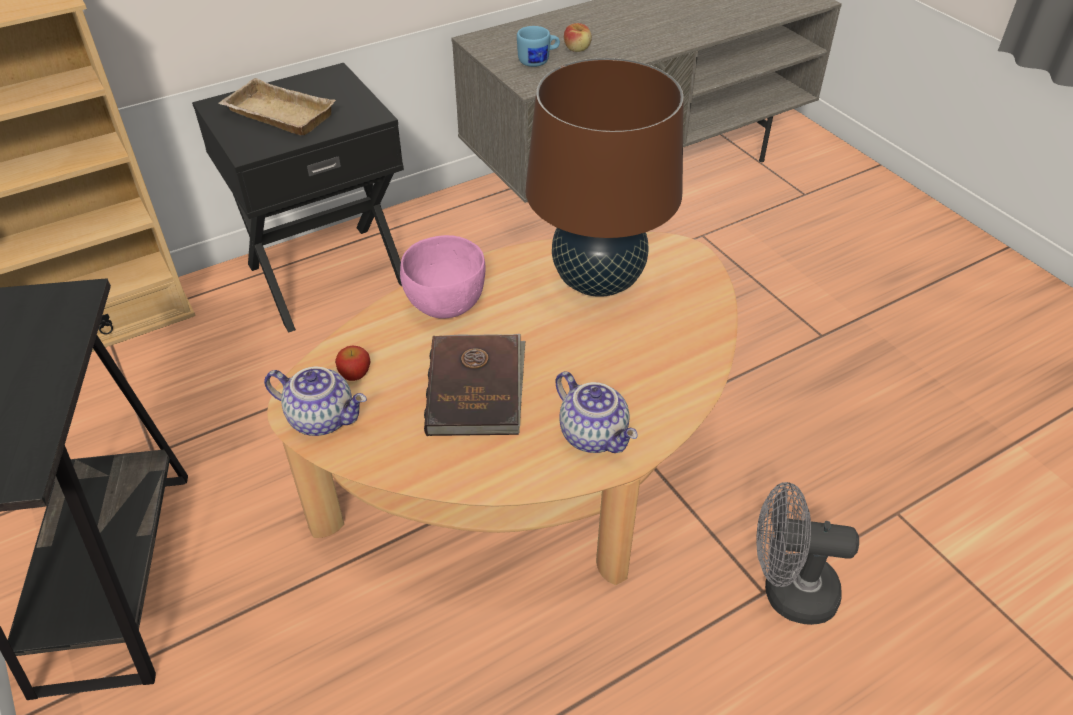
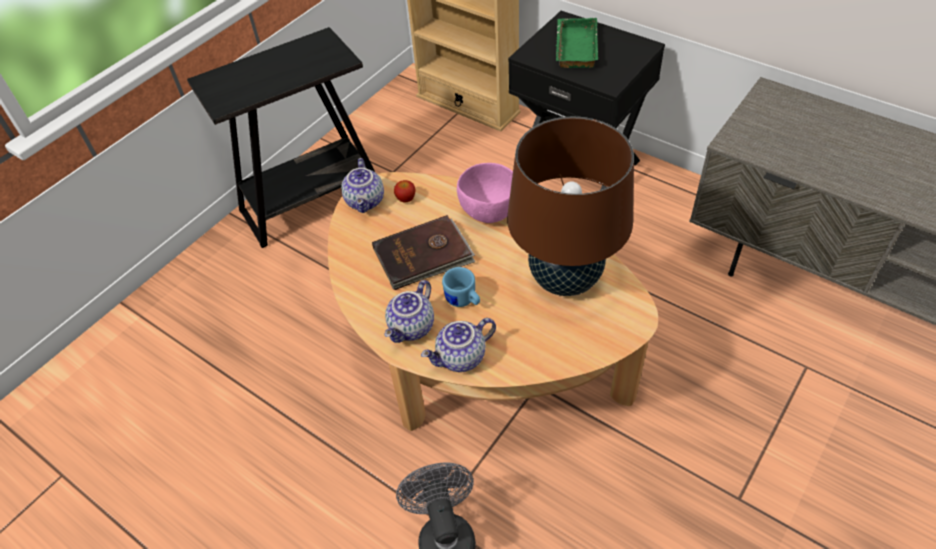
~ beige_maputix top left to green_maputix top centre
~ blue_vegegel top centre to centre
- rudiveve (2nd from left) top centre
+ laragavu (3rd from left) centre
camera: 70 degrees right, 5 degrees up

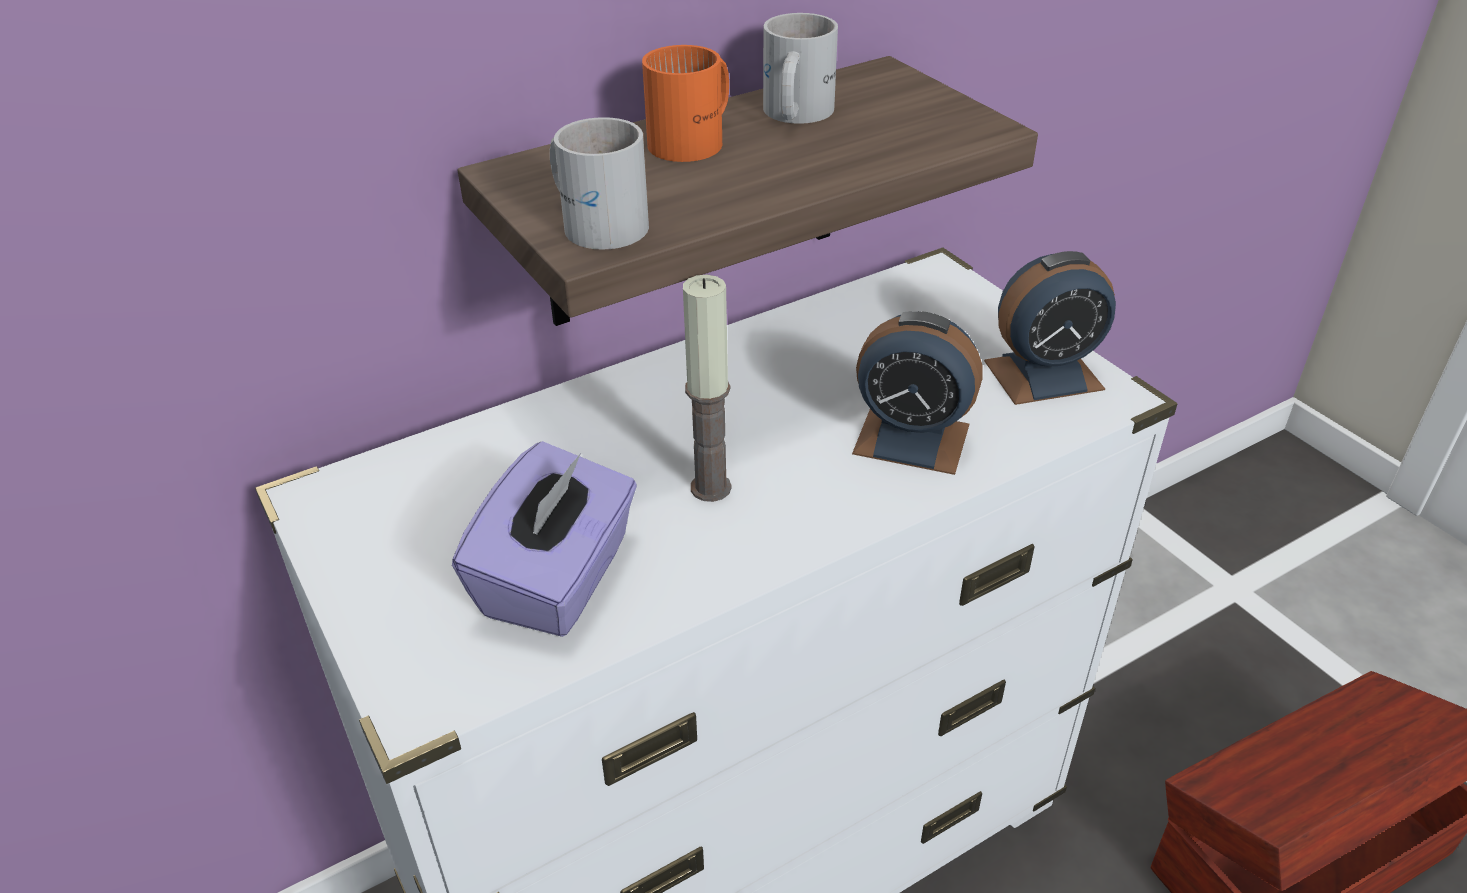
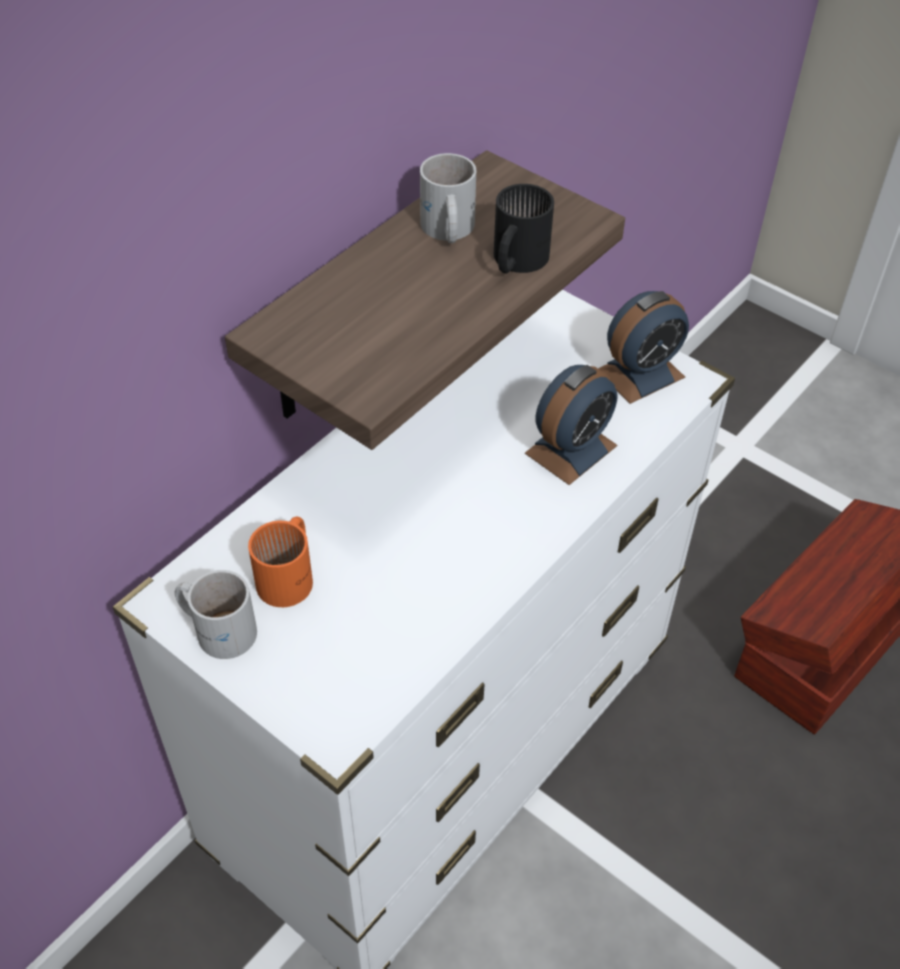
- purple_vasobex centre
~ white_vegegel (1st from left) top centre to middle left
~ orange_vegegel top centre to middle left
- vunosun centre
~ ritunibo (1st from left) centre = centre 45 degrees counterclockwise
+ black_vegegel top centre
camera: 20 degrees left, 10 degrees up

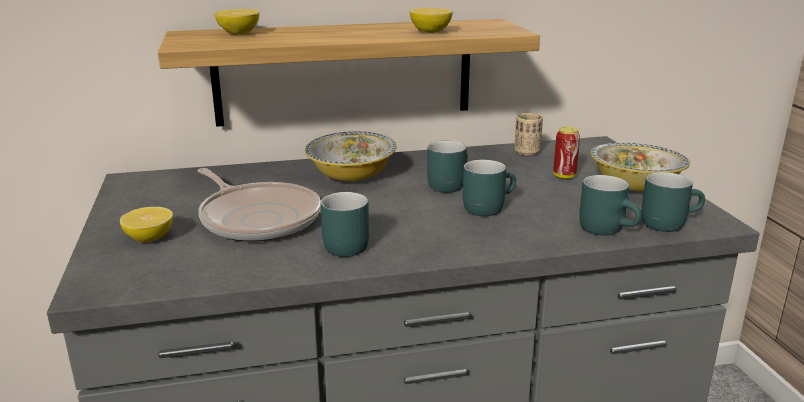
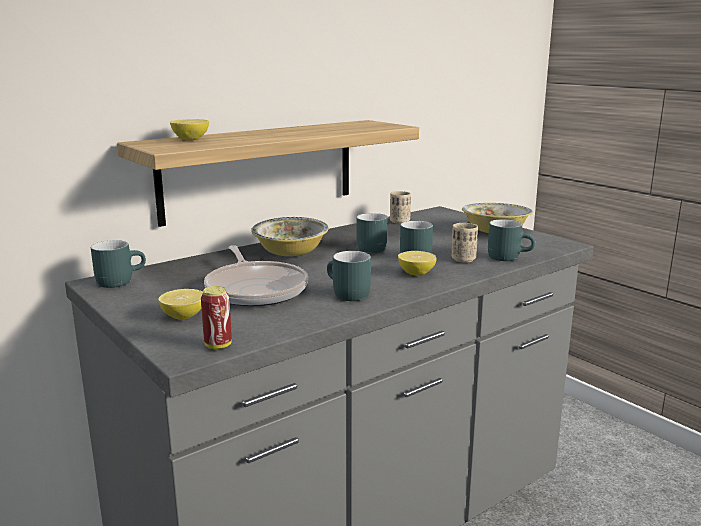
~ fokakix middle left = centre 45 degrees clockwise
~ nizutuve (3rd from left) top centre to centre
~ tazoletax middle right to middle left
~ turquoise_vegegel (5th from left in the first image) middle right to turquoise_vegegel (1st from left) middle left
+ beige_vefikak (2nd from left) centre
camera: 25 degrees left, 5 degrees down

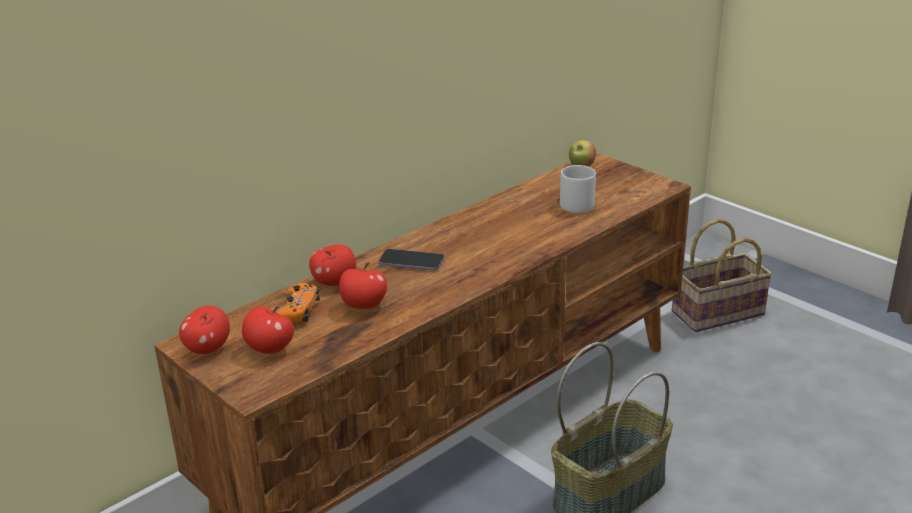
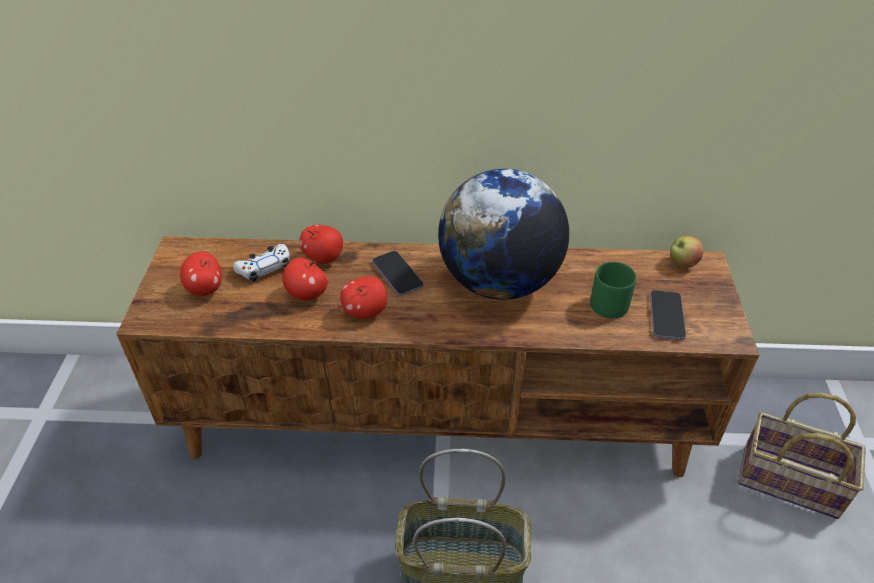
~ rudiveve (1st from left in the first image) middle left to rudiveve (4th from left) centre
~ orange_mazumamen middle left to white_mazumamen middle left
~ grey_vegegel centre to green_vegegel middle right
+ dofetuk centre
+ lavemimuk (2nd from left) middle right
camera: 45 degrees right, 15 degrees up

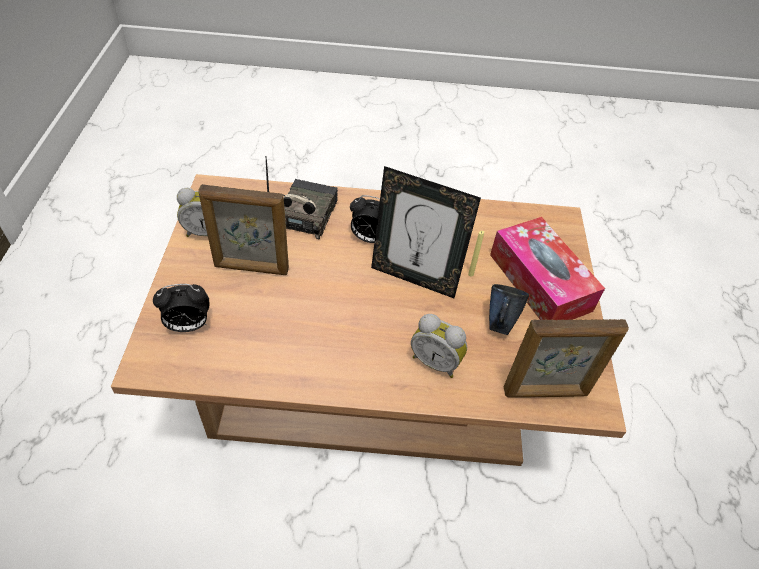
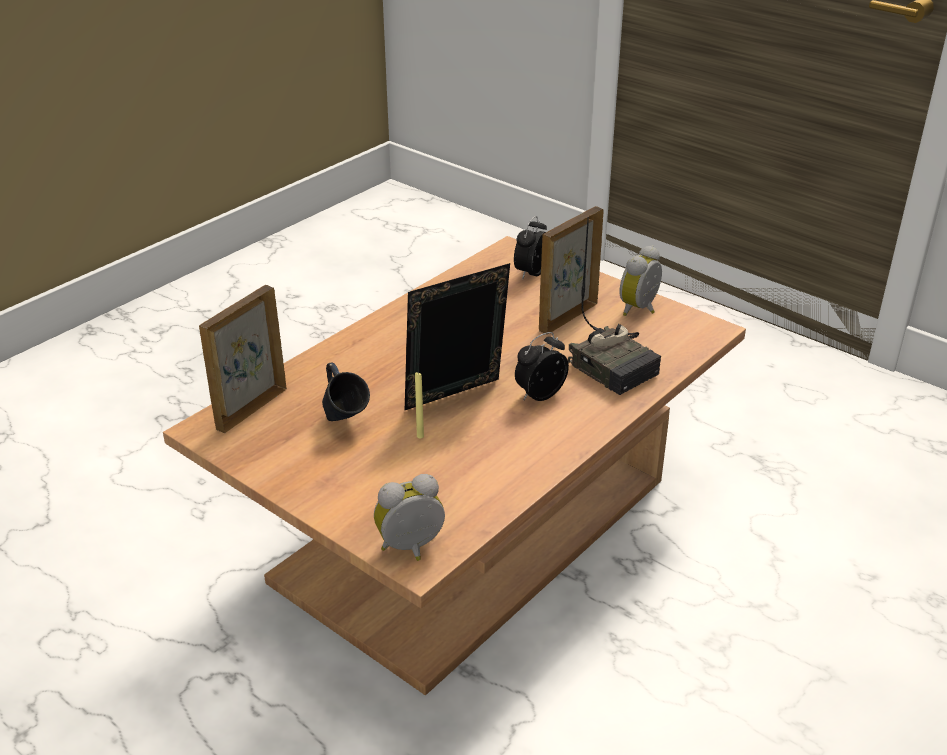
~ ritunibo (4th from left in the first image) centre to ritunibo (1st from left) bottom centre
- vasobex middle right
camera: 130 degrees right, 15 degrees down

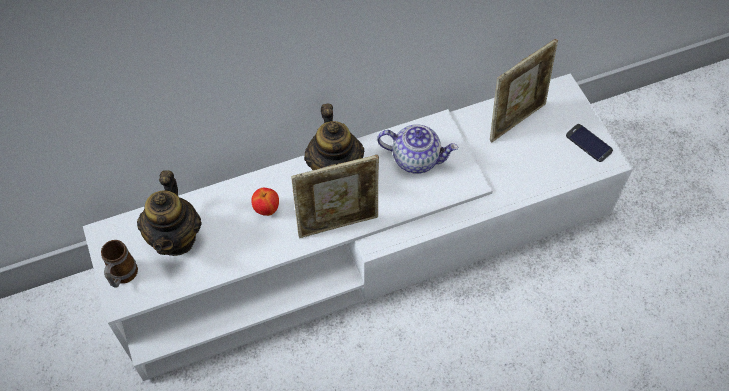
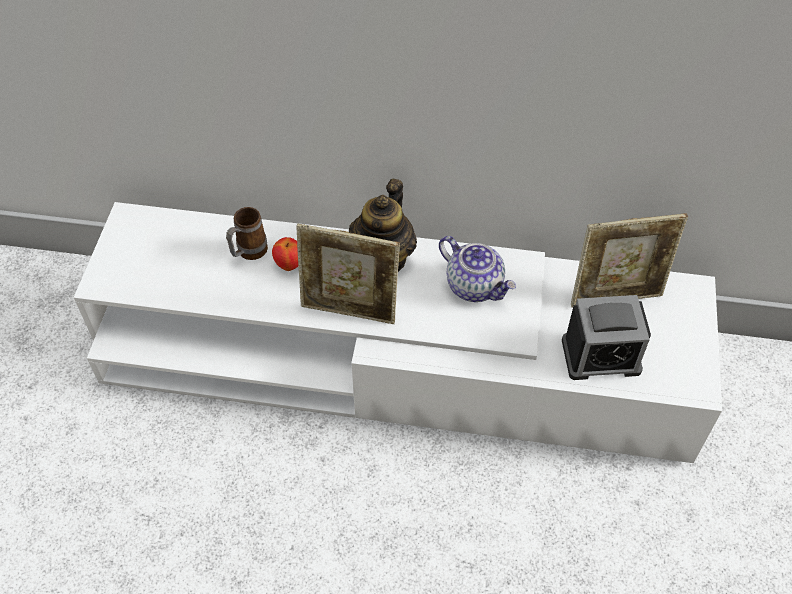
~ vegegel bottom left to middle left
- laragavu (1st from left) middle left
- lavemimuk middle right
+ ritunibo middle right
camera: 30 degrees right, 5 degrees down

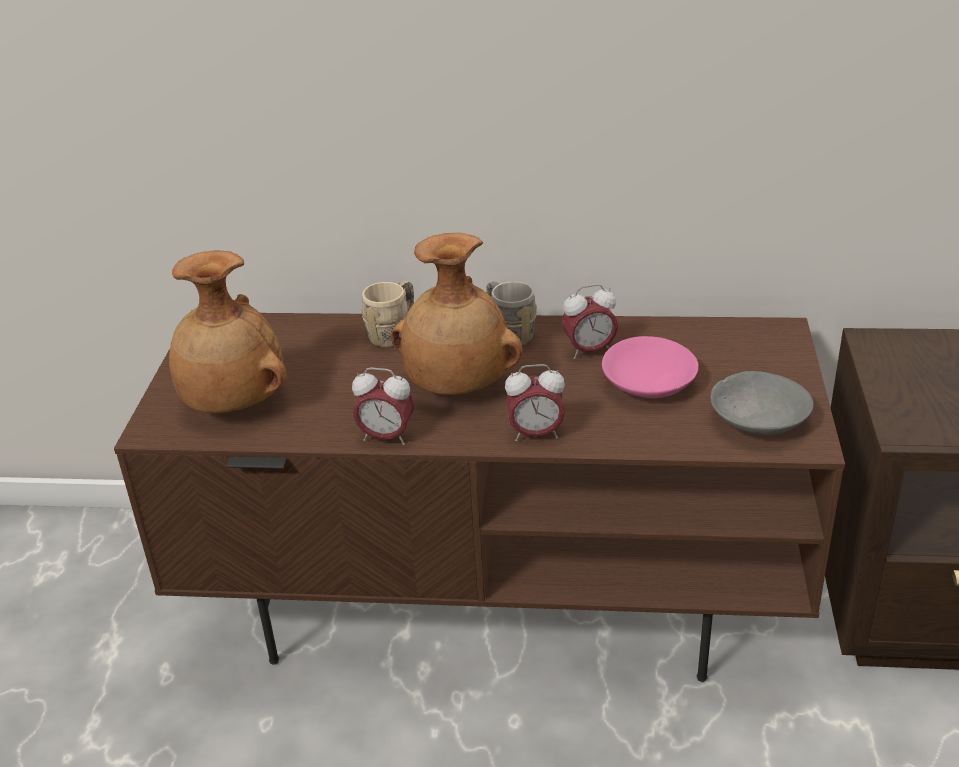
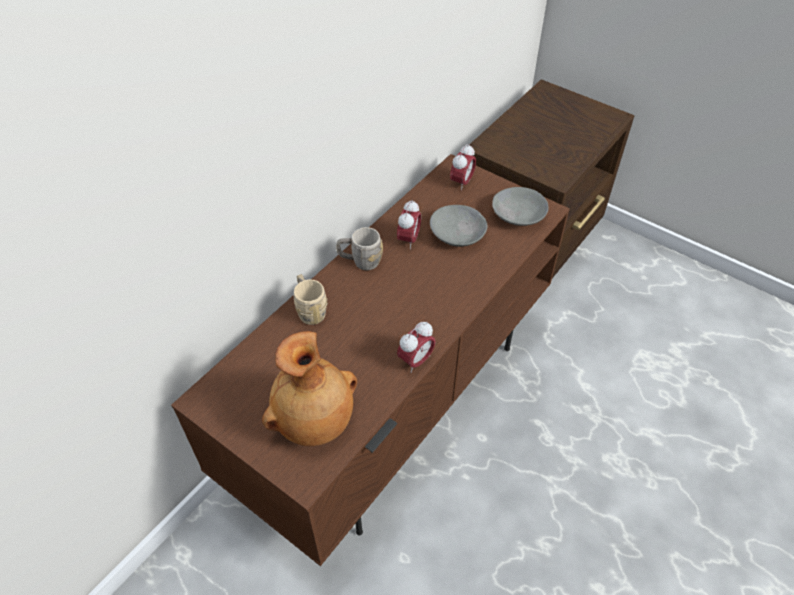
- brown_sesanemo (2nd from left) centre
~ ritunibo (2nd from left in the first image) centre to ritunibo (3rd from left) top centre
~ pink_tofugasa middle right to grey_tofugasa (1st from left) centre
camera: 60 degrees left, 15 degrees up

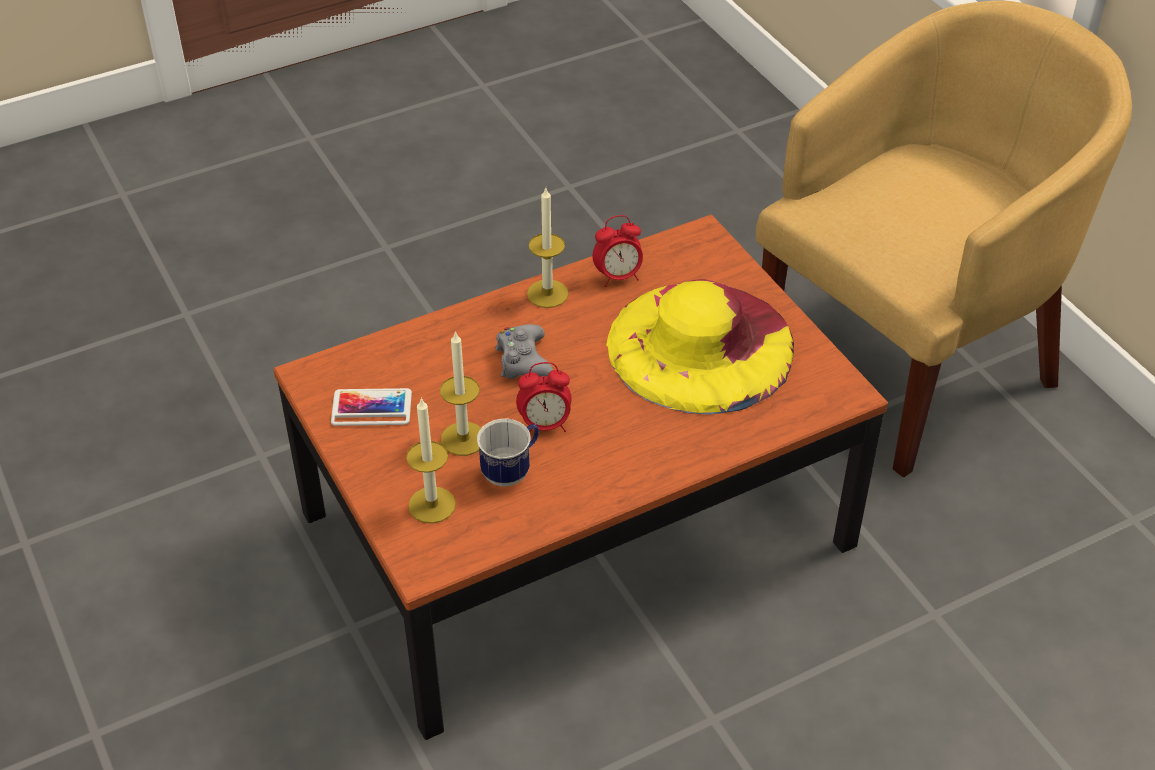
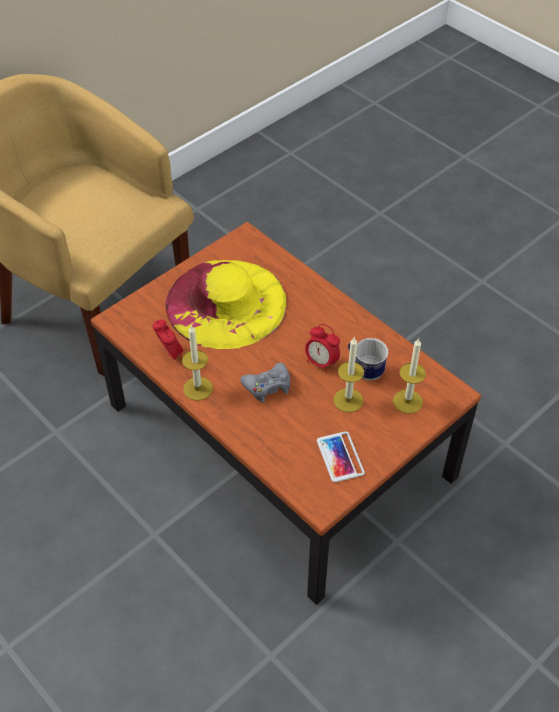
~ ritunibo (1st from left in the first image) centre = centre 150 degrees clockwise
camera: 105 degrees left, 5 degrees up

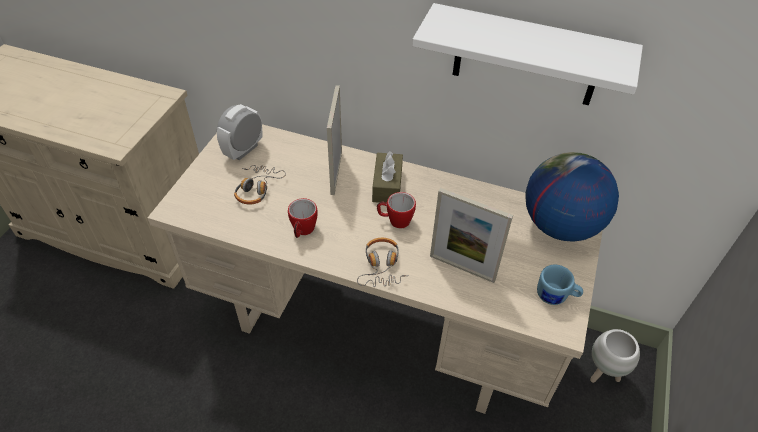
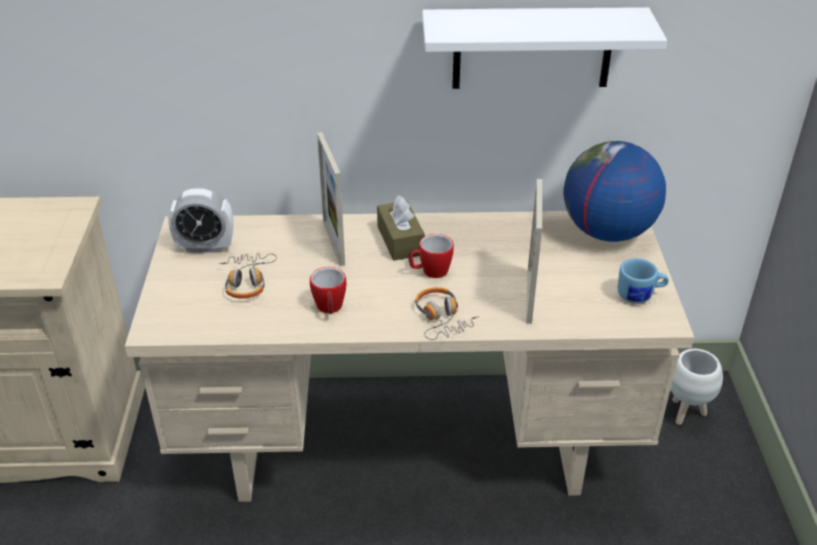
~ ritunibo top left = middle left 105 degrees counterclockwise
~ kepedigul (2nd from left) centre = centre 90 degrees clockwise
camera: 20 degrees left, 10 degrees down

